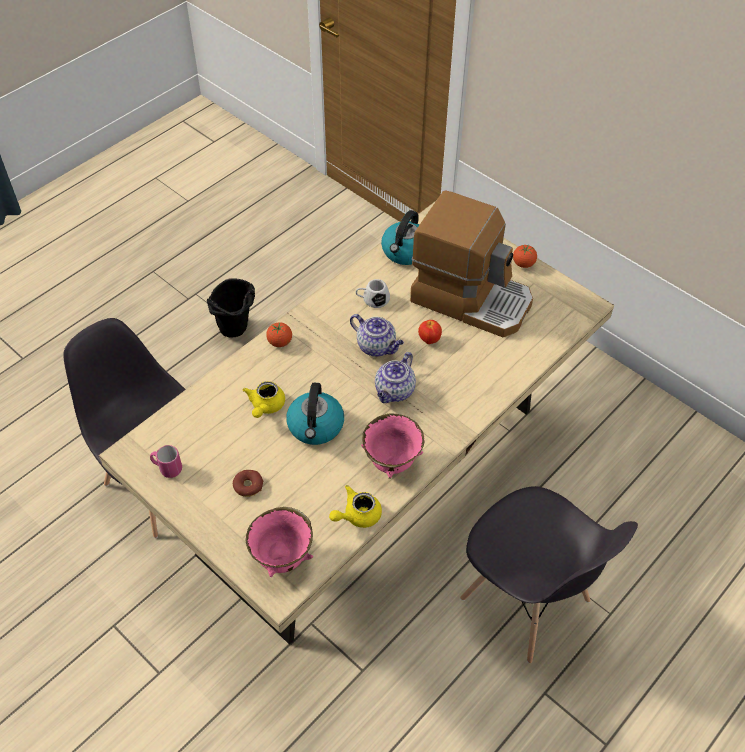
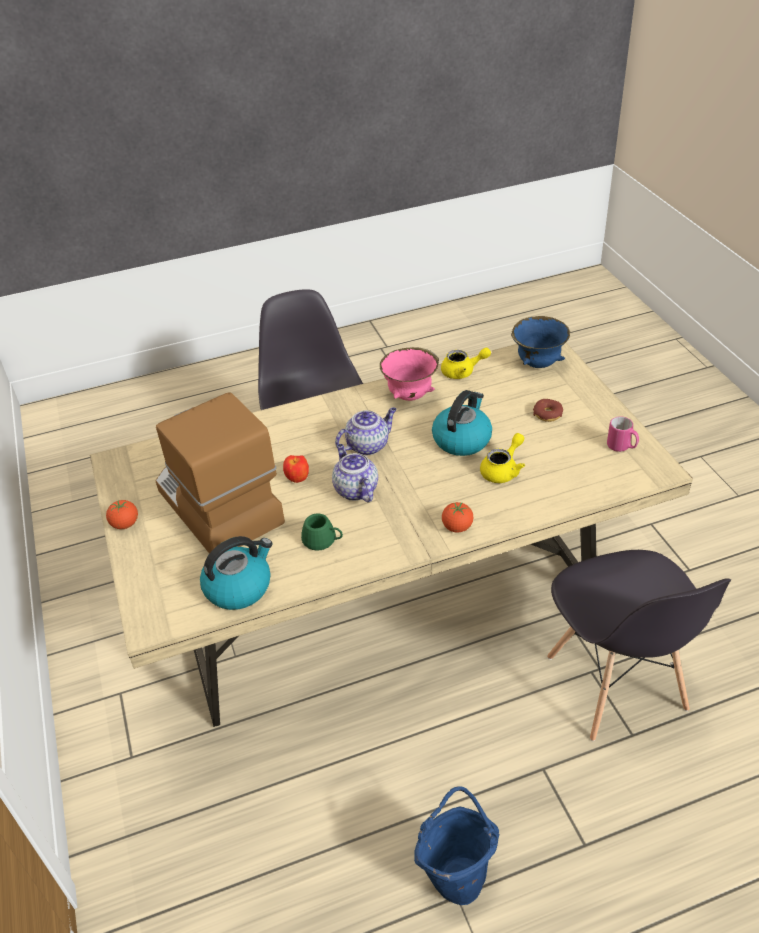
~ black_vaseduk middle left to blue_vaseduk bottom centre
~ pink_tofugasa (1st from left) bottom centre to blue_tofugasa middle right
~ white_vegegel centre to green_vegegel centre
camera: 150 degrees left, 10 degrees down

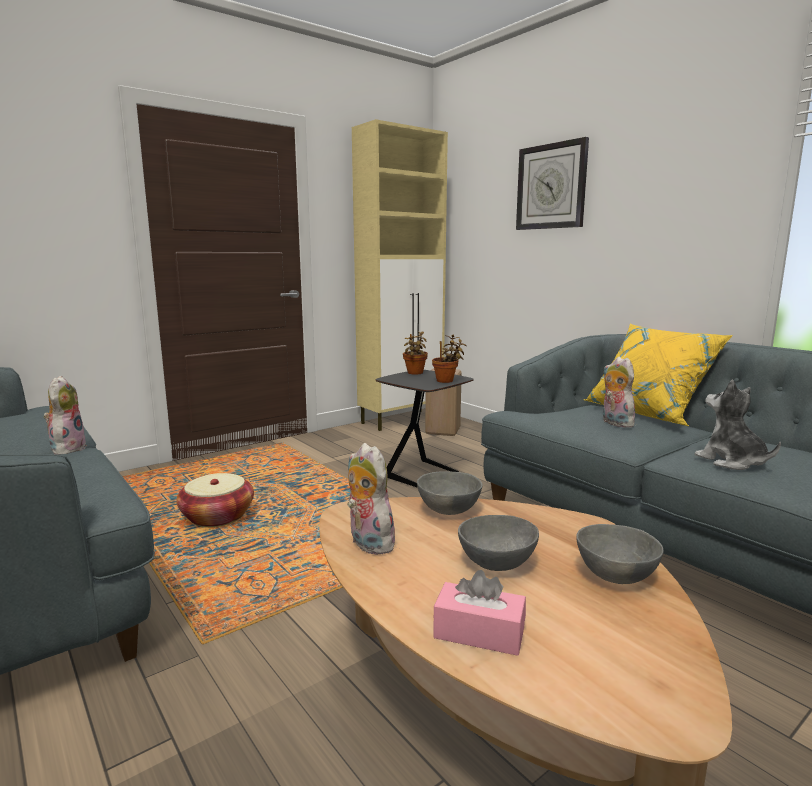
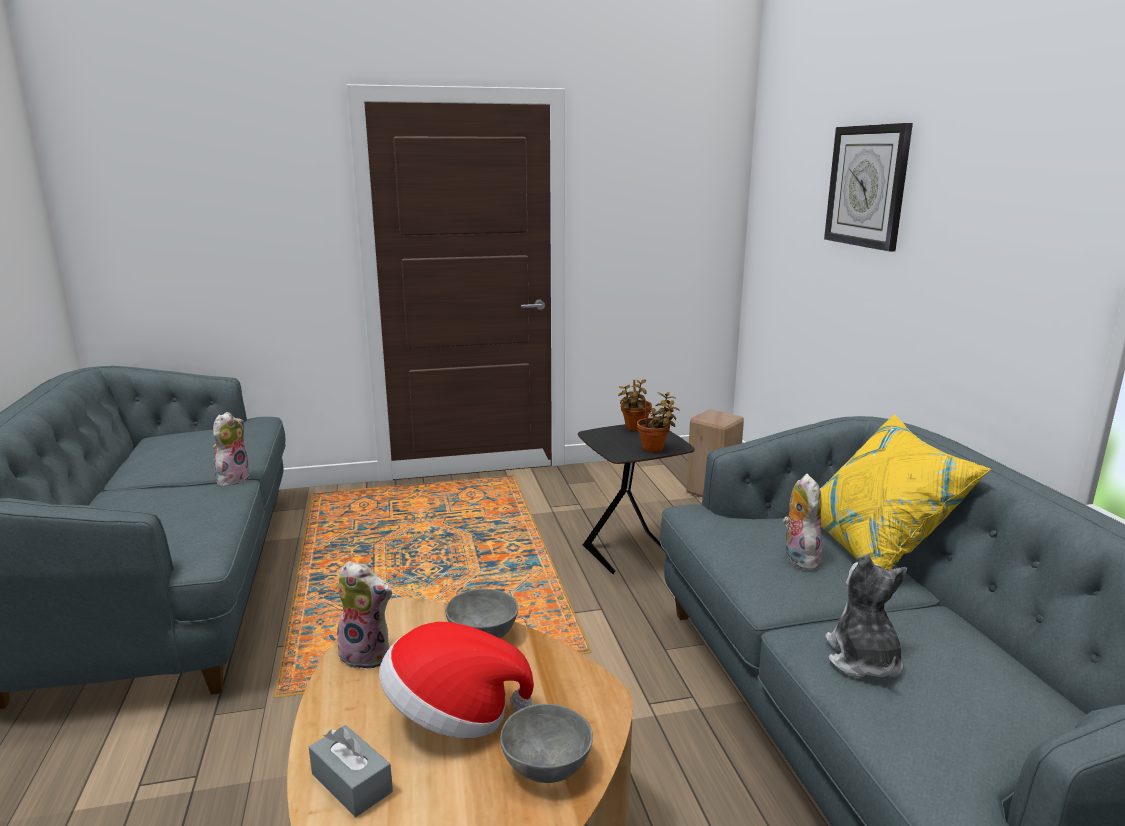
- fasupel middle left
~ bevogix (2nd from left) centre = bottom left 120 degrees clockwise
- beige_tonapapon centre
~ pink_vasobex bottom centre to grey_vasobex bottom left
~ grey_tofugasa (2nd from left) bottom centre to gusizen bottom centre
camera: 25 degrees right, 5 degrees up

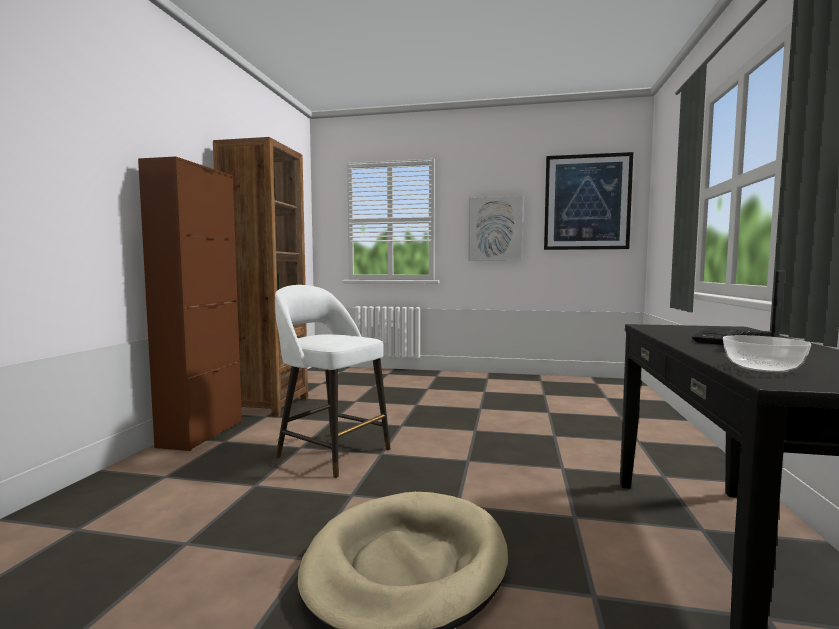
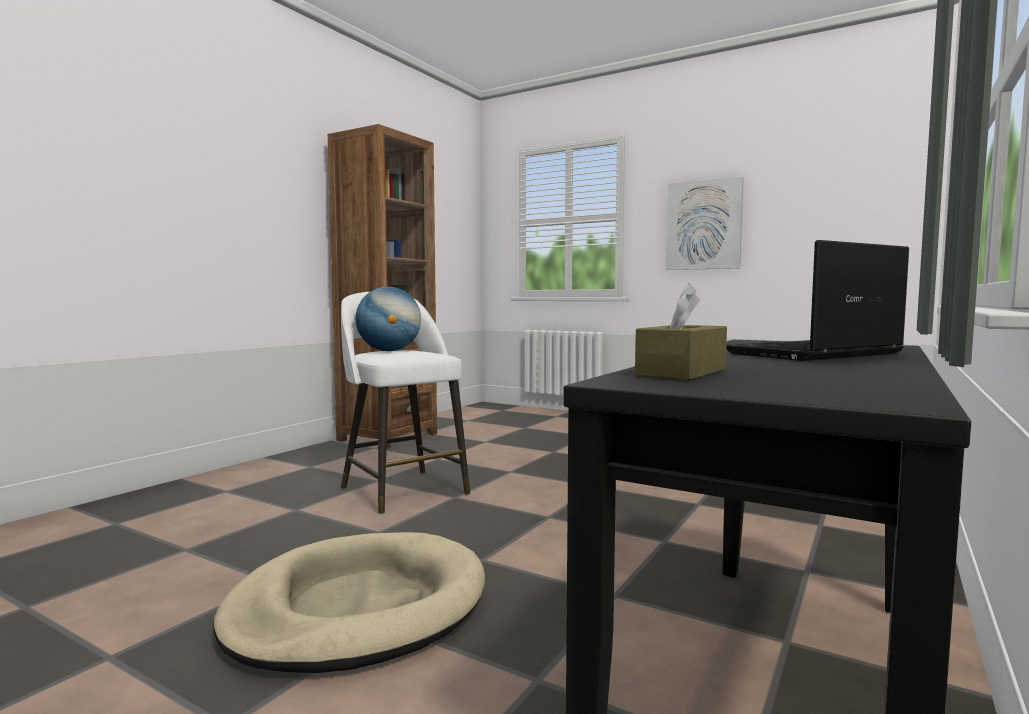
- brown_tonapapon middle left
- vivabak (2nd from left) top right
~ tofugasa middle right to brown_vasobex centre
+ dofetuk centre
camera: 20 degrees right, 0 degrees up

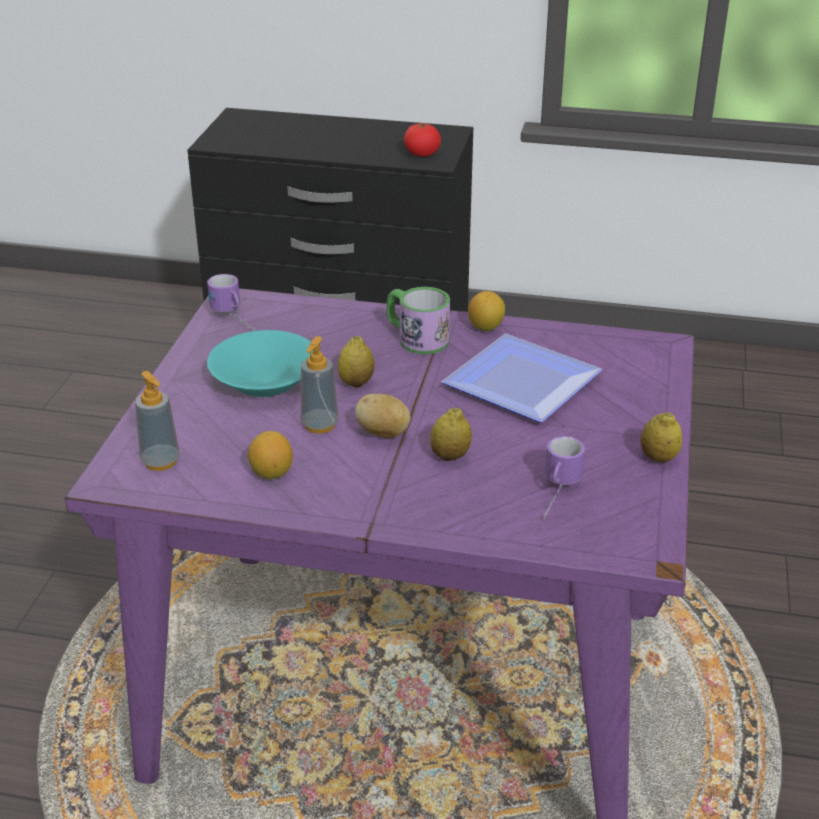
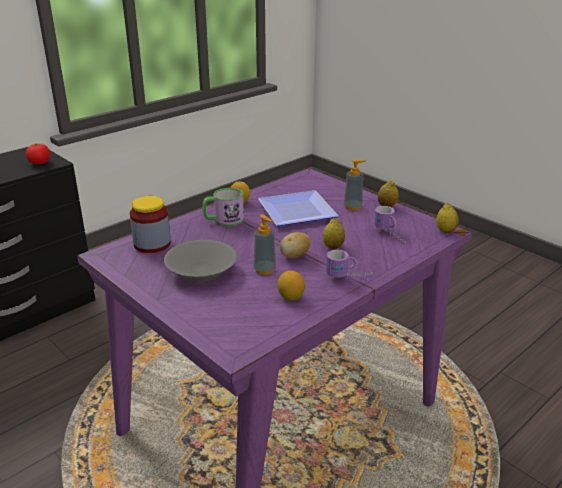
~ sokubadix (1st from left in the first image) middle left to sokubadix (2nd from left) centre
~ vegegel (1st from left in the first image) middle left to vegegel (2nd from left) centre
~ turquoise_tofugasa middle left to grey_tofugasa centre
~ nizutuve (2nd from left in the first image) centre to nizutuve (5th from left) middle right
+ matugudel middle left
camera: 55 degrees left, 5 degrees down

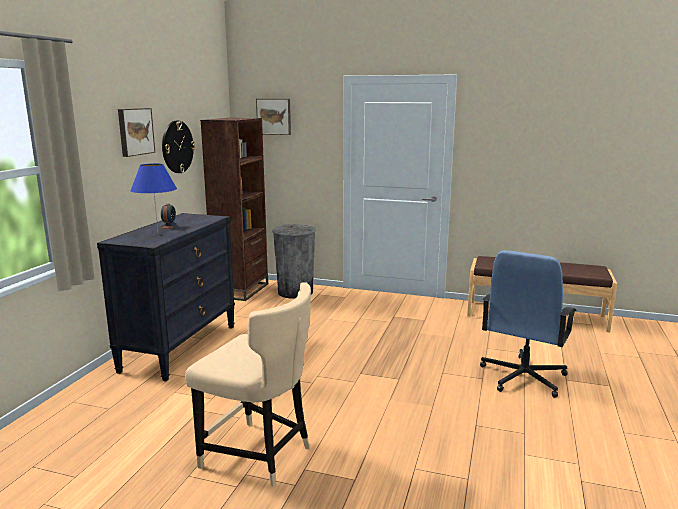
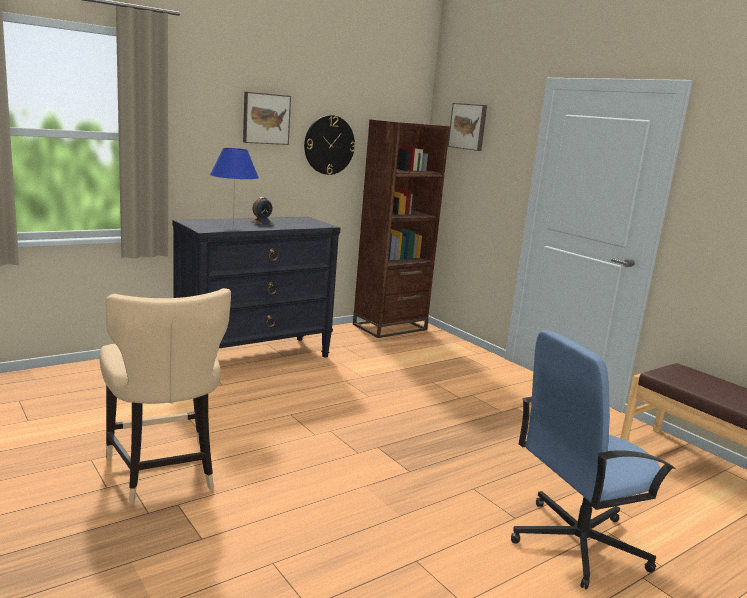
- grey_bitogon centre
camera: 35 degrees right, 0 degrees up

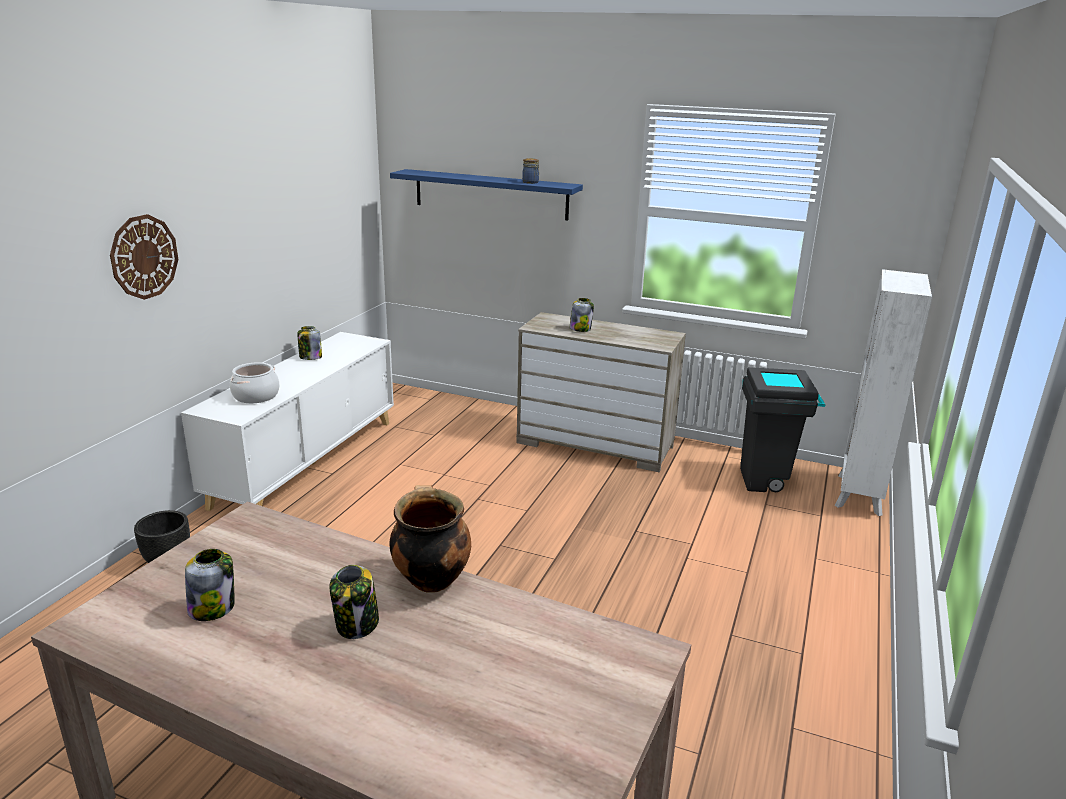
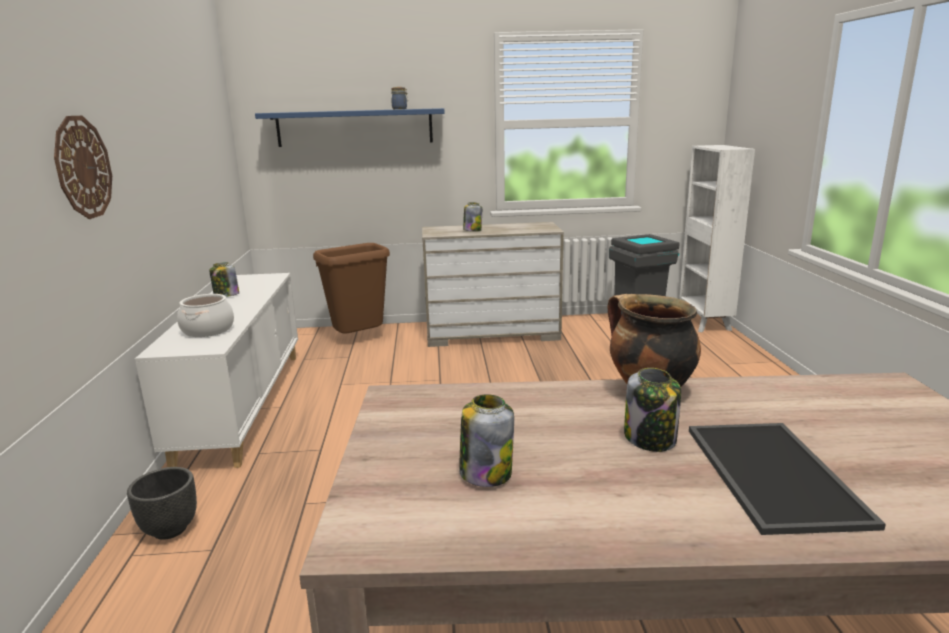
+ brown_bitogon centre
+ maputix bottom right
camera: 25 degrees left, 5 degrees down

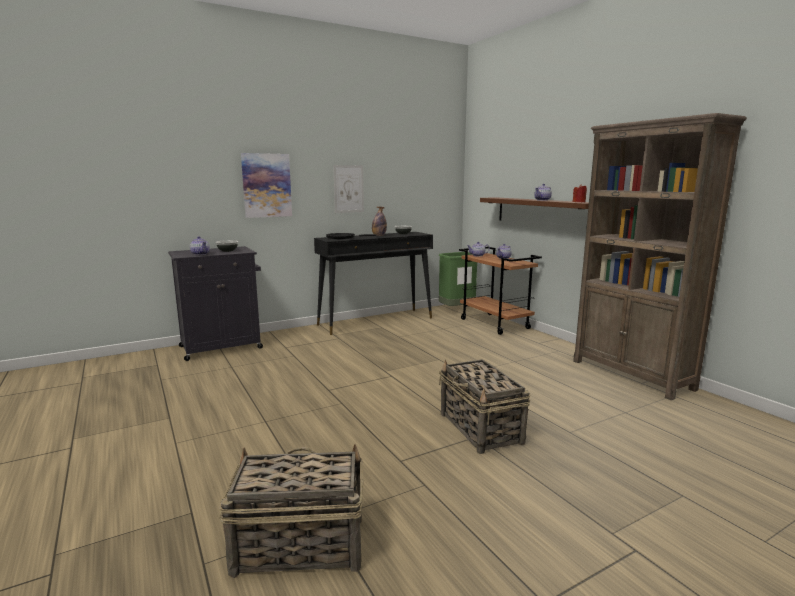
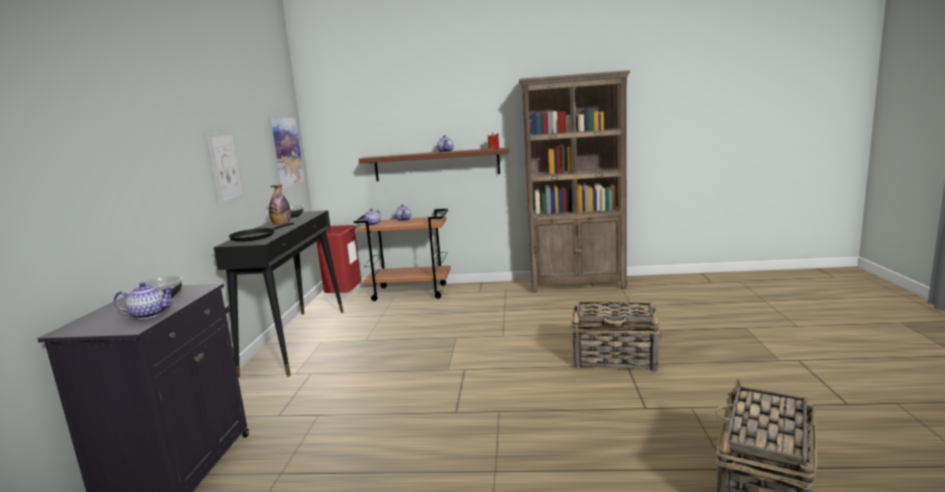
~ vivabak (1st from left in the first image) top centre to vivabak (2nd from left) top left
~ green_bitogon centre to red_bitogon centre
camera: 55 degrees left, 0 degrees up

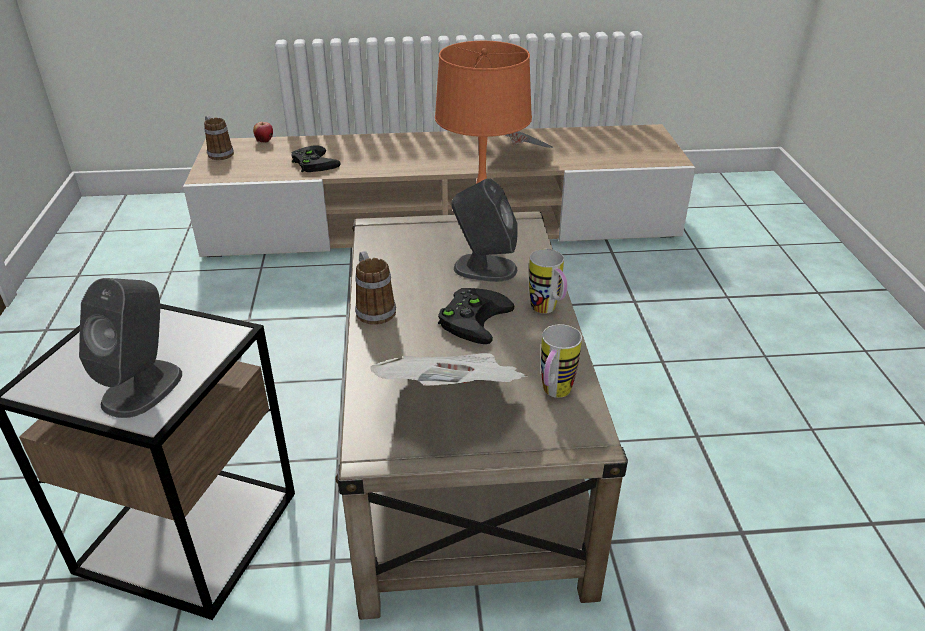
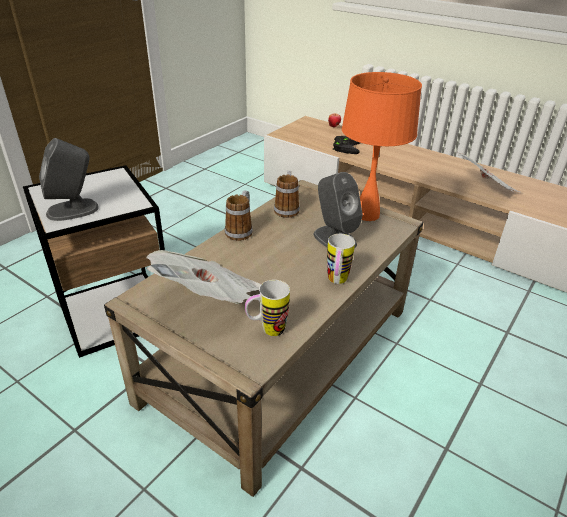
~ vegegel (1st from left in the first image) top left to vegegel (3rd from left) centre
- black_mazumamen (2nd from left) centre
camera: 40 degrees right, 0 degrees up

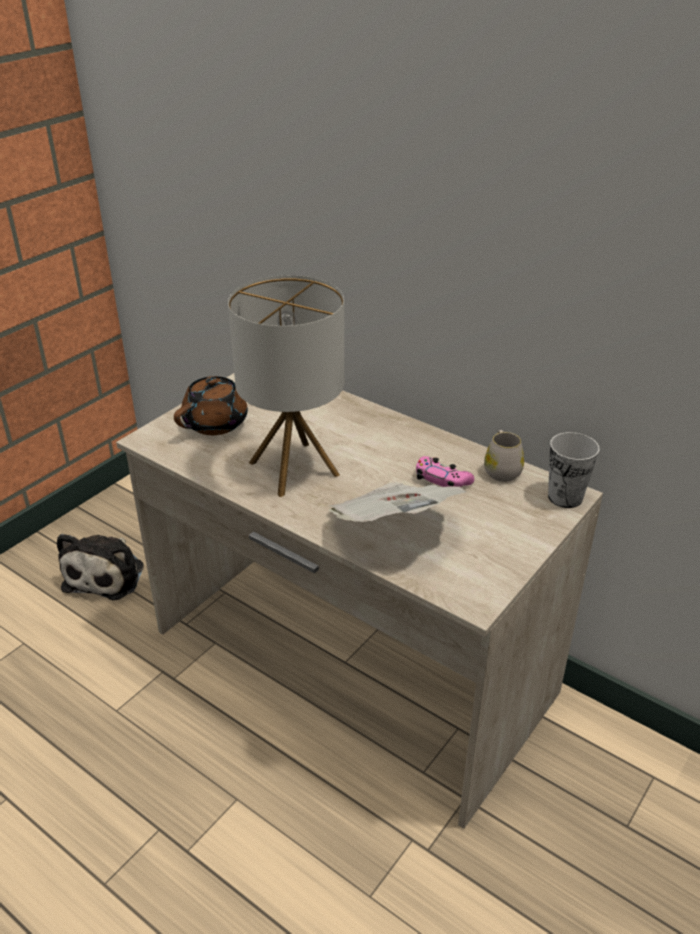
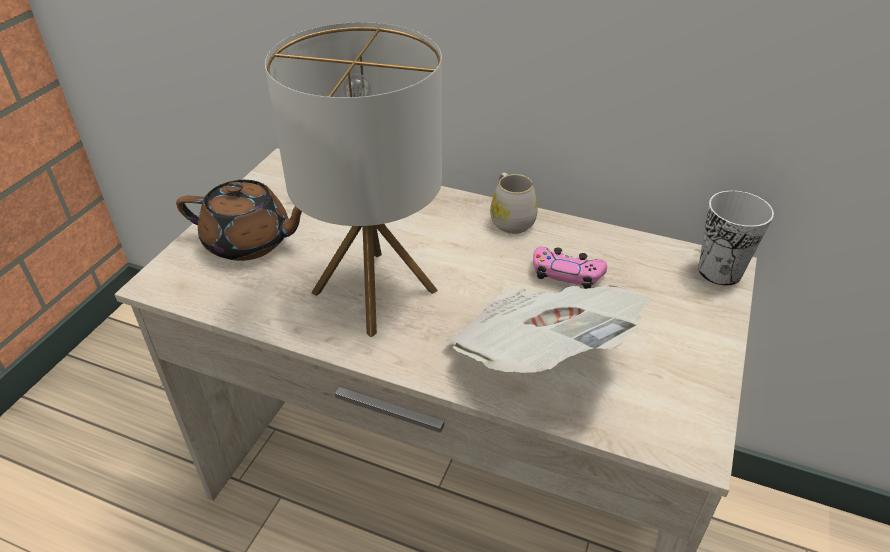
- bevogix middle left
~ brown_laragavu middle left = middle left 75 degrees clockwise
~ white_vegegel middle right to centre
camera: 15 degrees left, 5 degrees up

